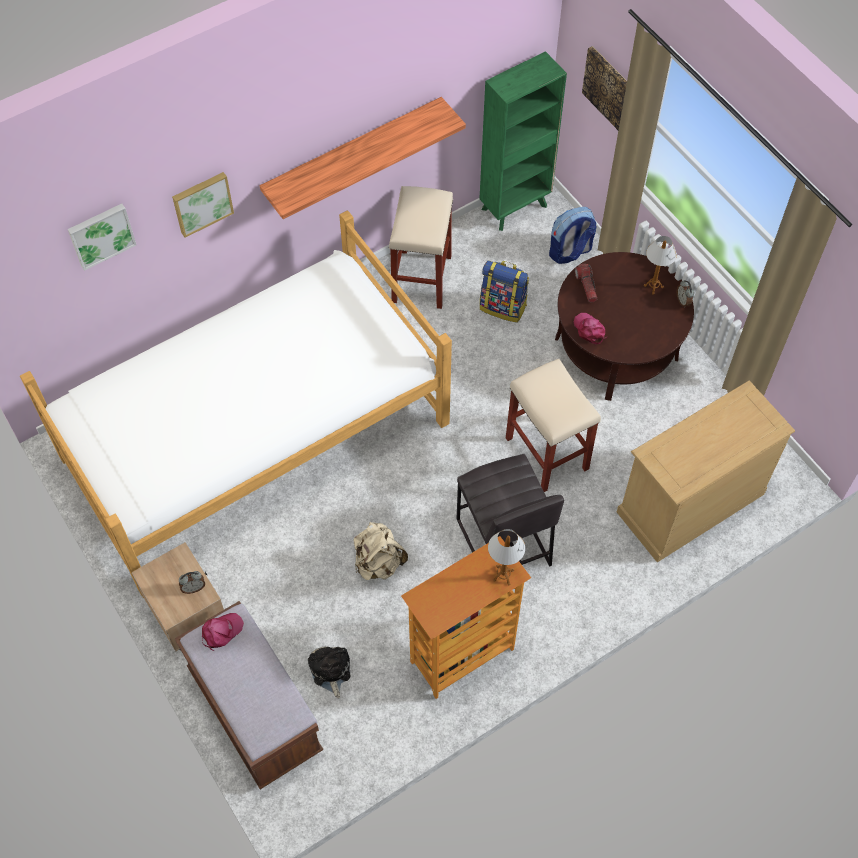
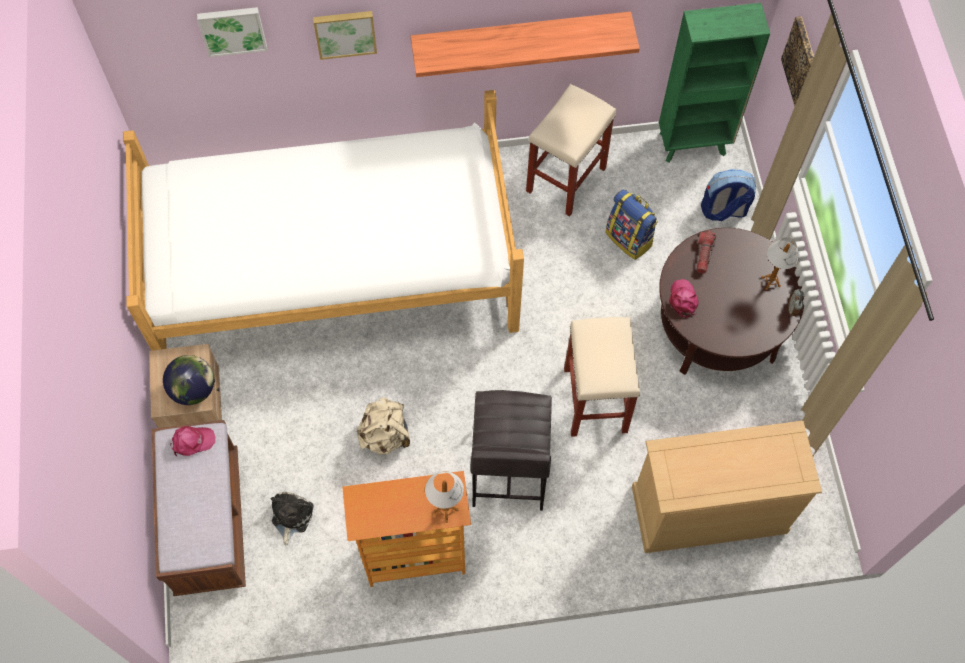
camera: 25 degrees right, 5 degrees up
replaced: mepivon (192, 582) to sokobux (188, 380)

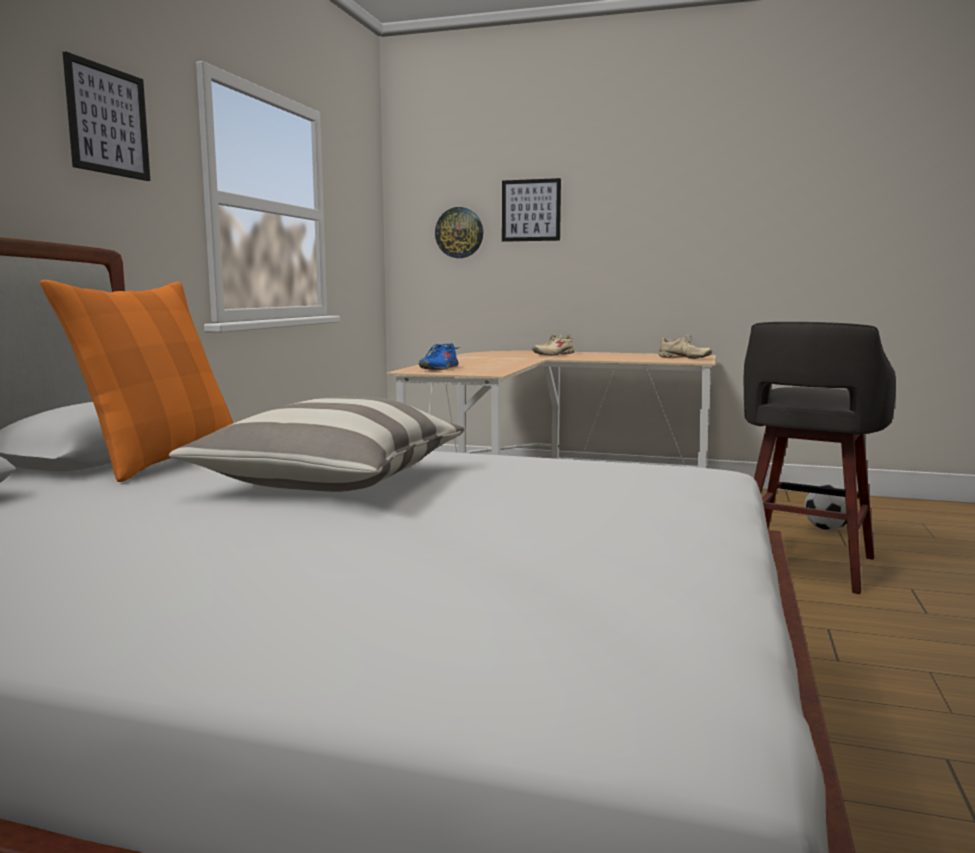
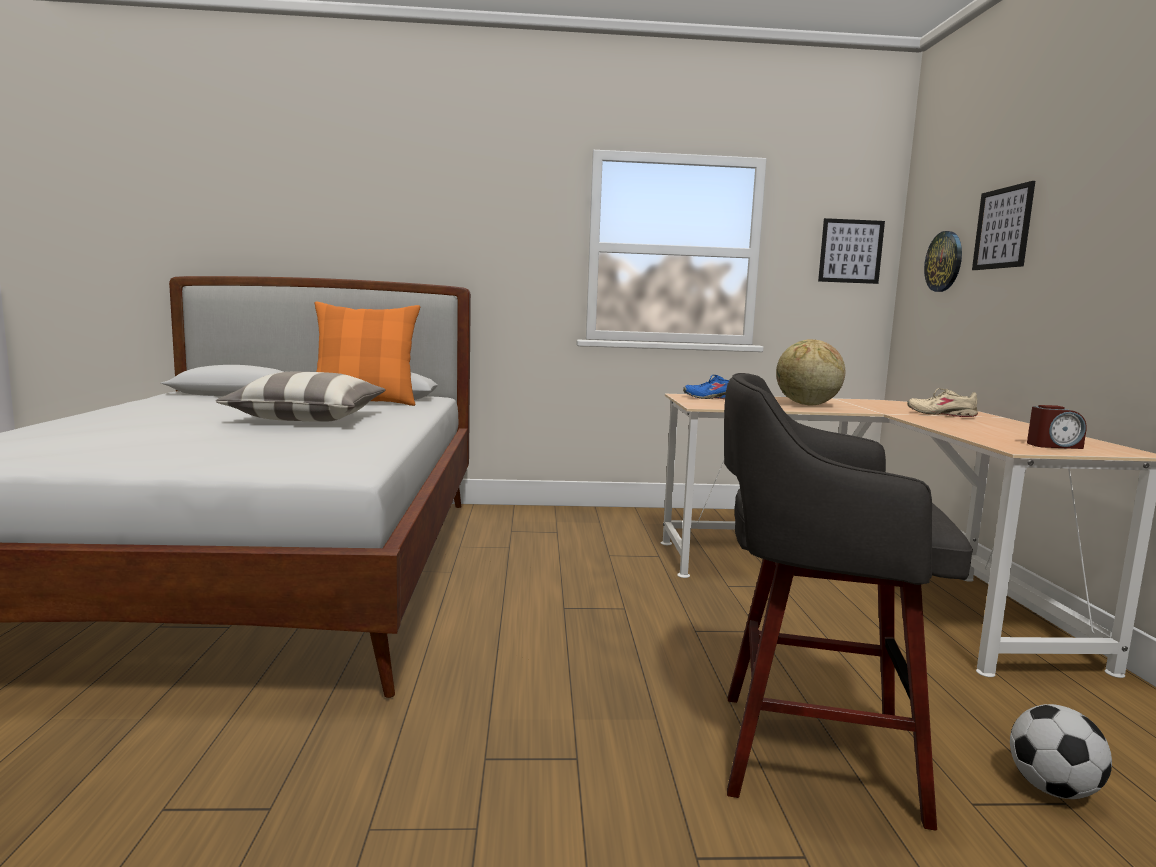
camera: 70 degrees right, 0 degrees up
added: sokobux (810, 372)
moved: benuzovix (106, 116) to (851, 251)
replaced: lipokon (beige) (685, 347) to mepivon (1057, 427)

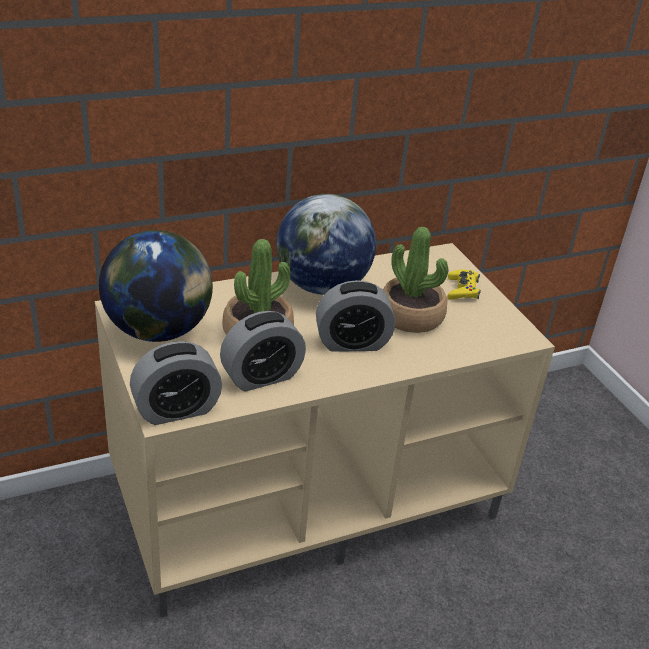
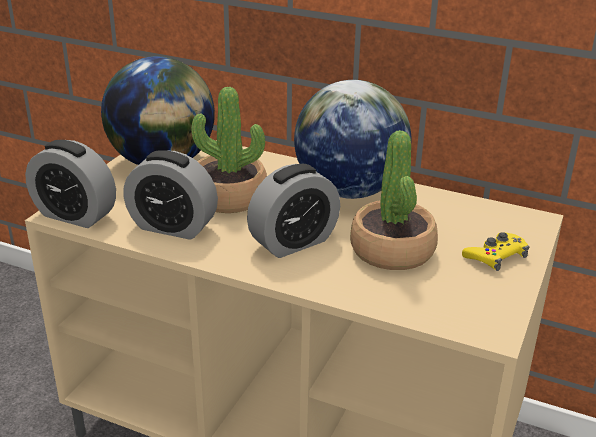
camera: 50 degrees right, 5 degrees down
turned: mepivon (355, 316) = (293, 211) 75 degrees counterclockwise

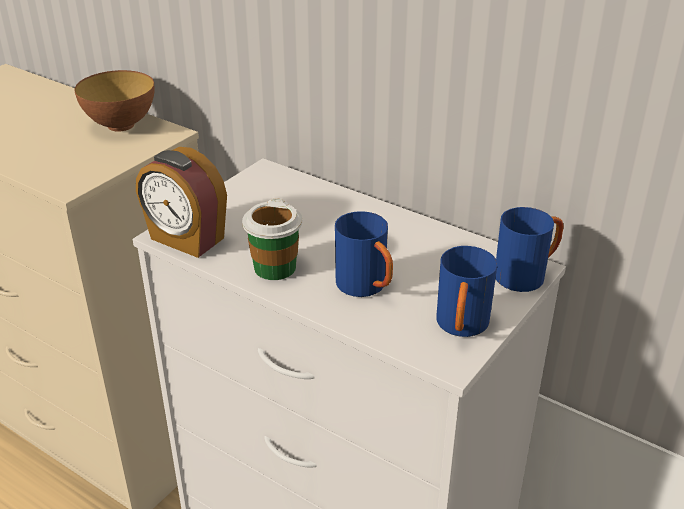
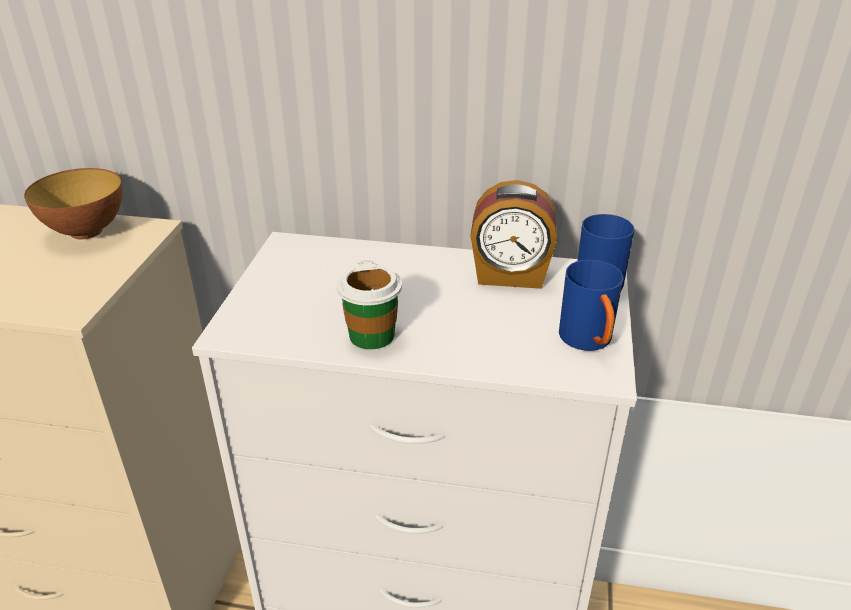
camera: 25 degrees left, 0 degrees up
removed: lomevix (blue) (364, 254)
moved: mepivon (181, 202) to (514, 234)

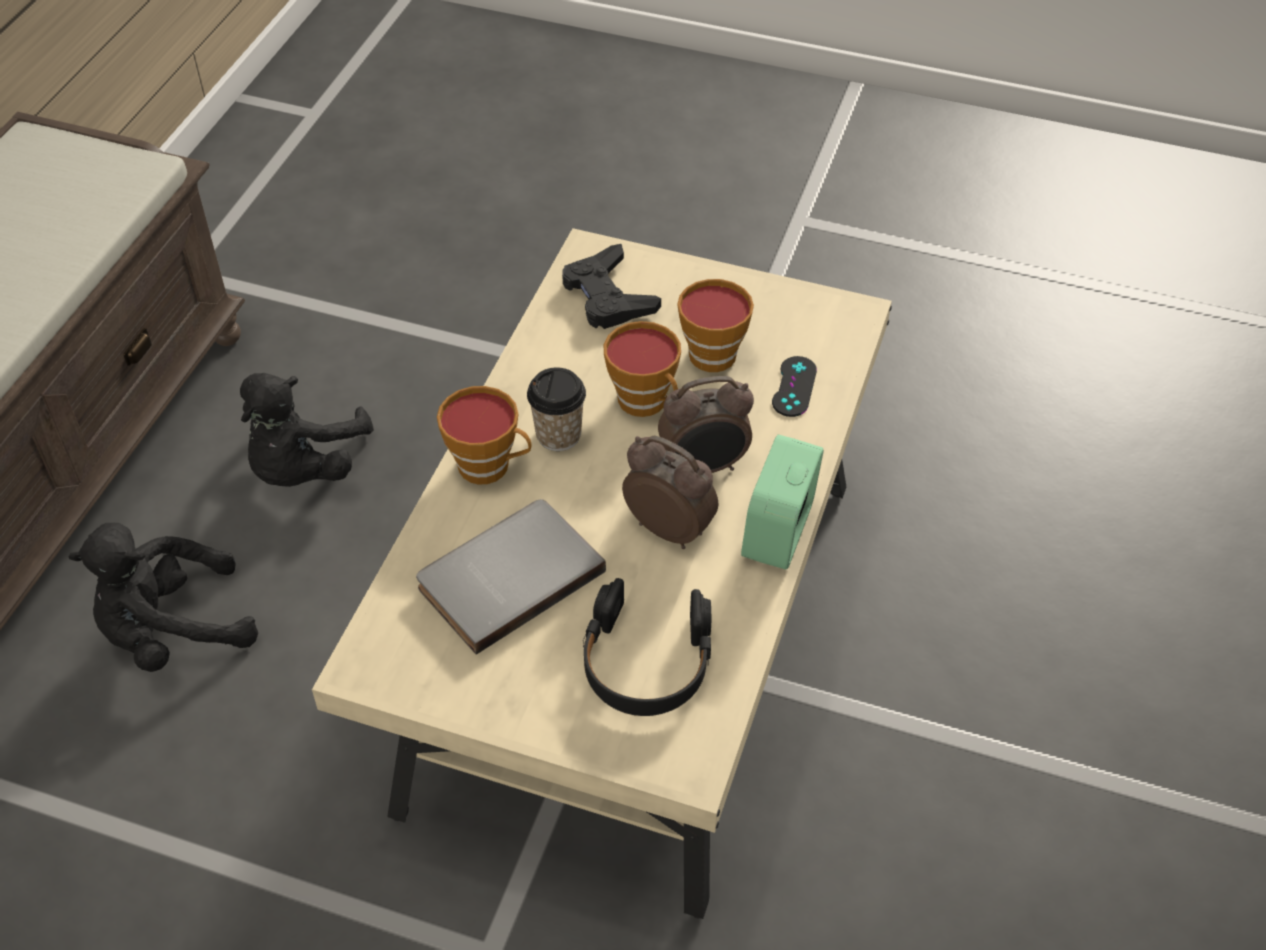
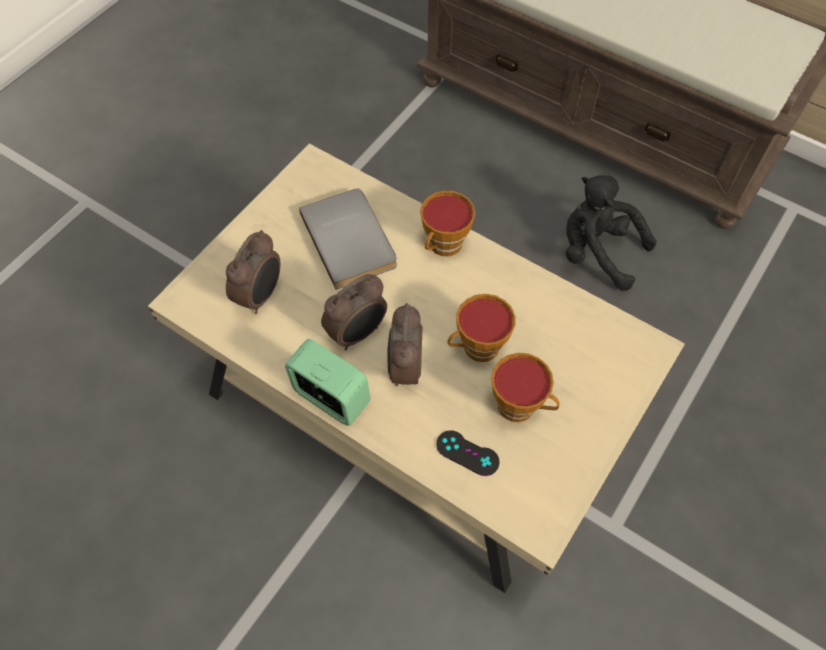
camera: 105 degrees right, 10 degrees up
removed: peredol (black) (163, 597); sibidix (556, 409); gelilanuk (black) (611, 286)
replaced: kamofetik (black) (647, 647) to mepivon (253, 272)

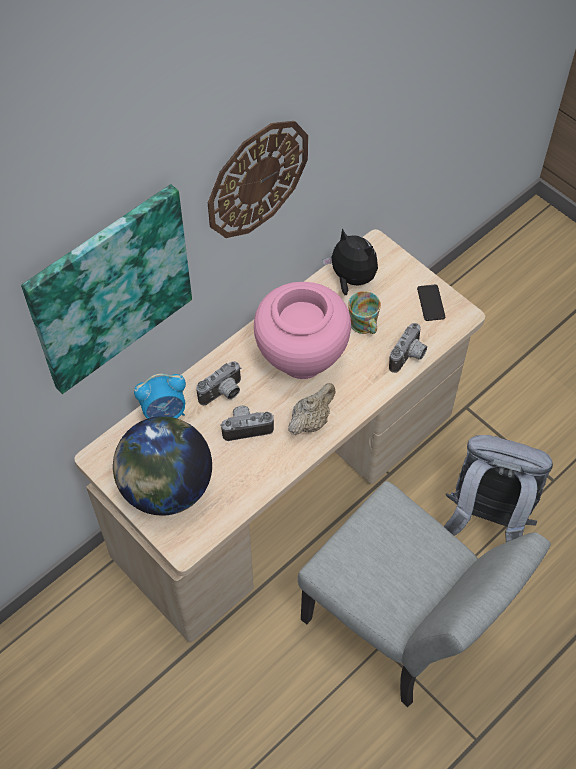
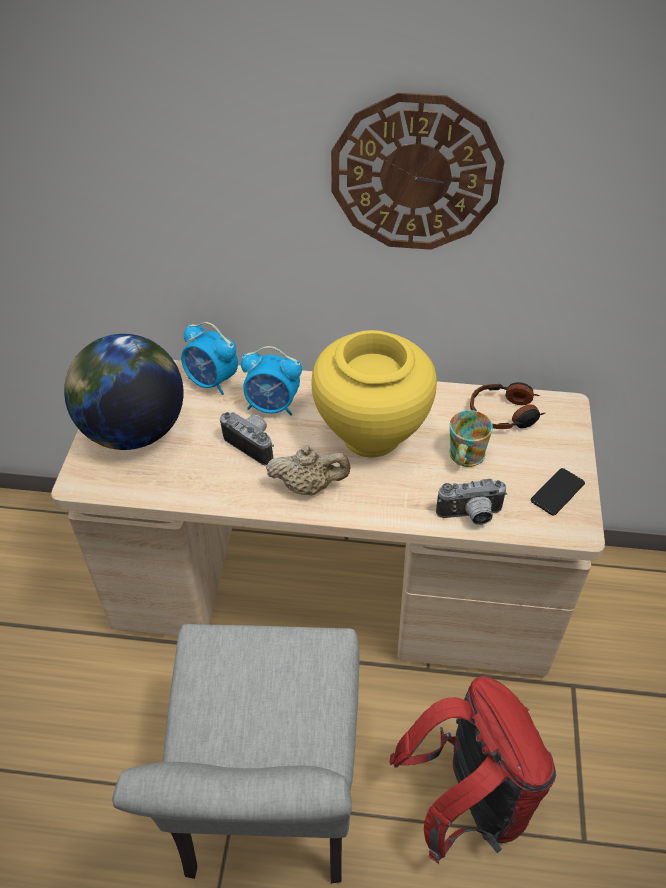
camera: 50 degrees right, 10 degrees down
removed: benuzovix (106, 289)
replaced: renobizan (218, 383) to mepivon (271, 381); peredol (350, 261) to kamofetik (507, 405)
recoloured: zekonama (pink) (302, 330) to zekonama (yellow) (374, 394); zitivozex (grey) (498, 488) to zitivozex (red) (473, 770)

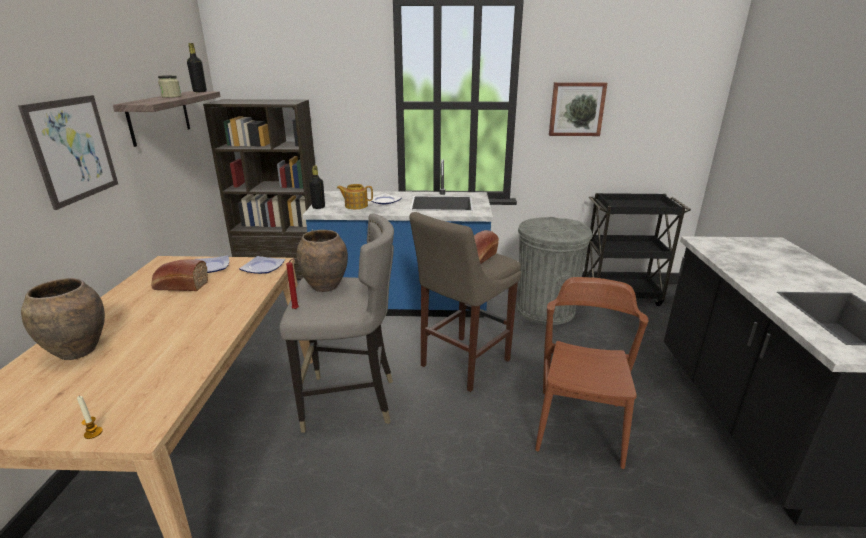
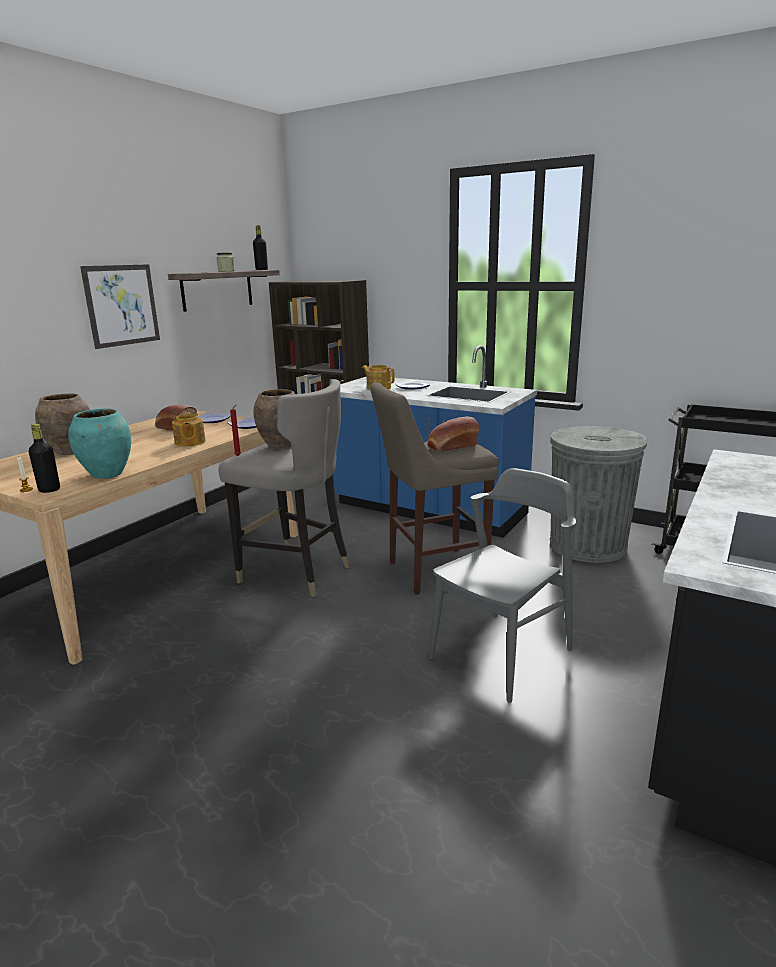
camera: 30 degrees right, 5 degrees down
removed: benuzovix (578, 109)
added: zekonama (turquoise) (100, 443); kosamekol (189, 429)
moved: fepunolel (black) (317, 187) to (44, 458)
recoloured: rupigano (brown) (592, 373) to rupigano (grey) (502, 585)

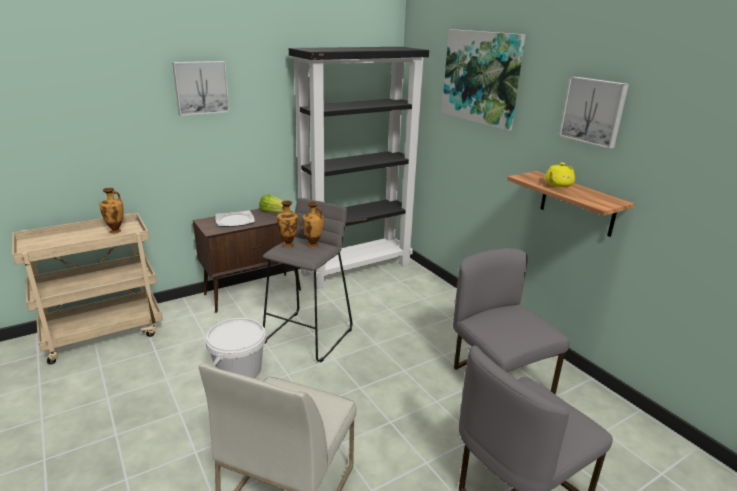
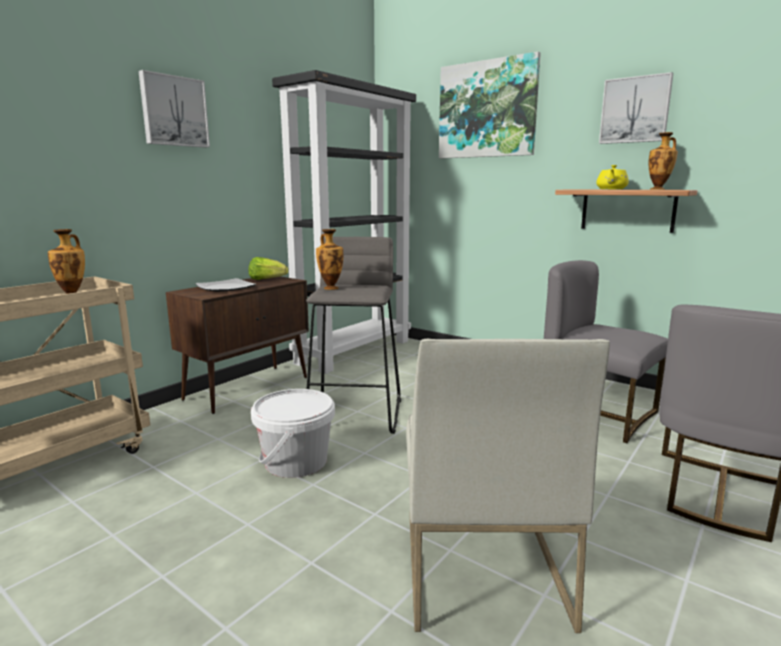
camera: 20 degrees left, 10 degrees down
moved: zekonama (313, 225) to (663, 161)

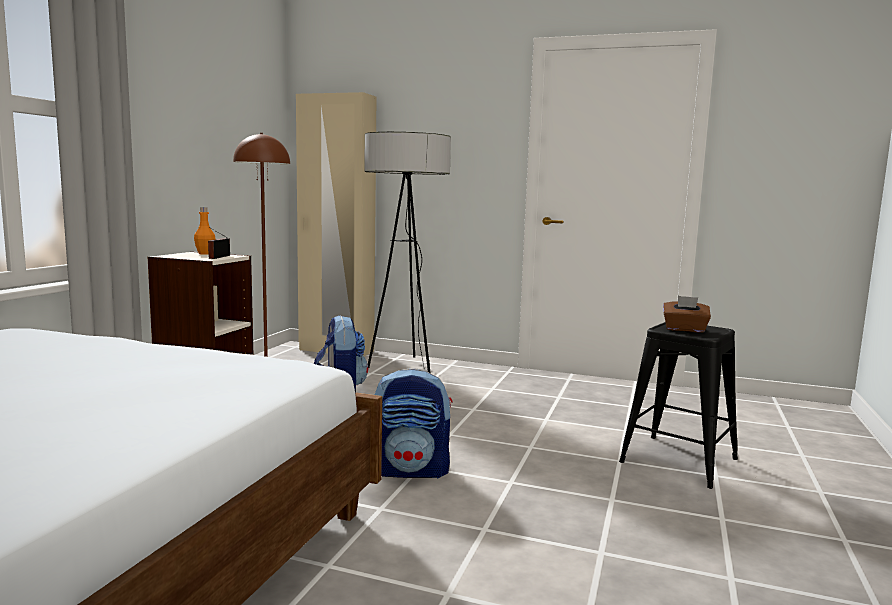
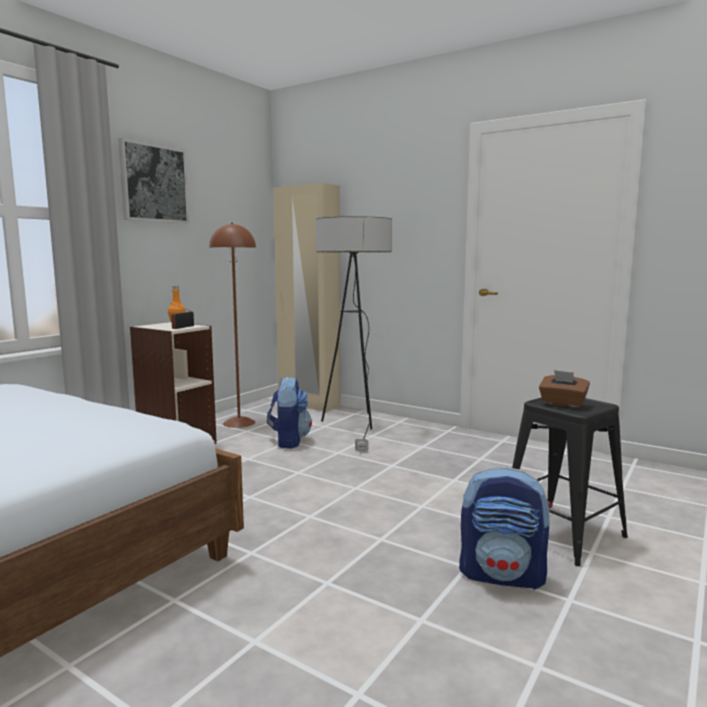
camera: 15 degrees right, 0 degrees up
added: benuzovix (153, 180)
moved: zitivozex (414, 423) to (505, 528)

